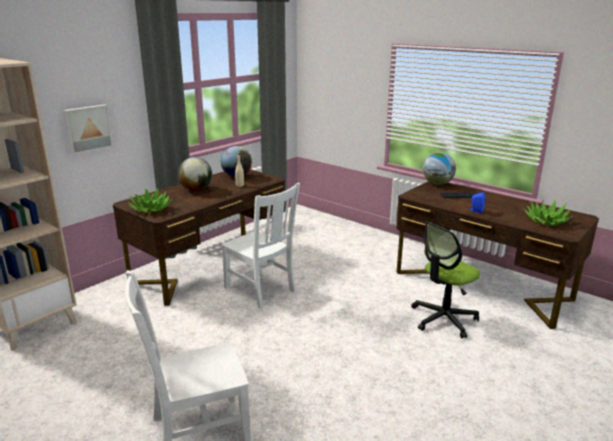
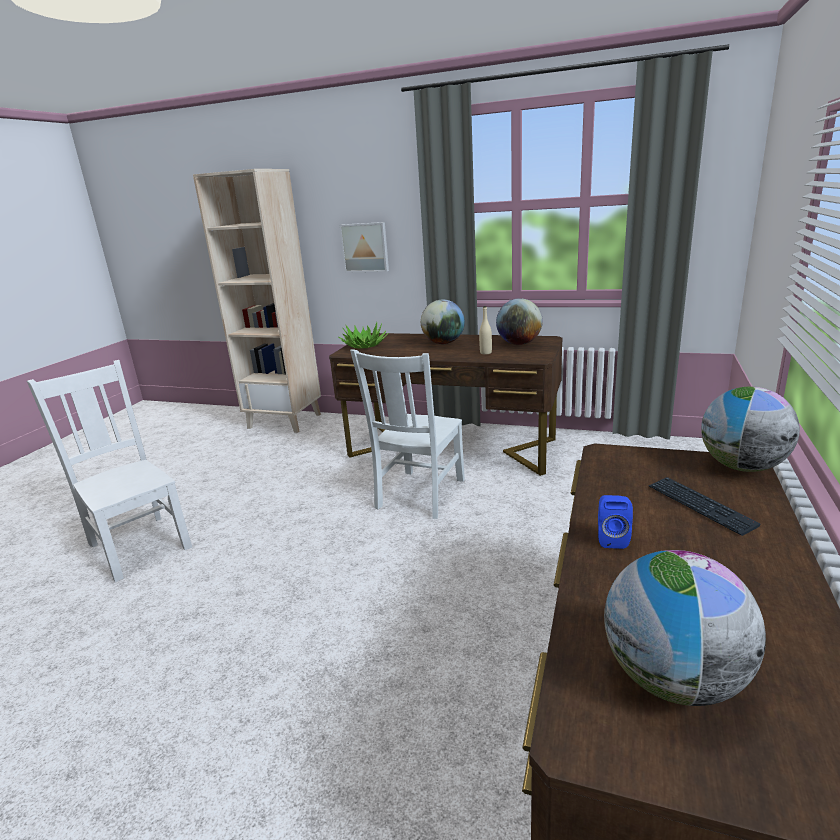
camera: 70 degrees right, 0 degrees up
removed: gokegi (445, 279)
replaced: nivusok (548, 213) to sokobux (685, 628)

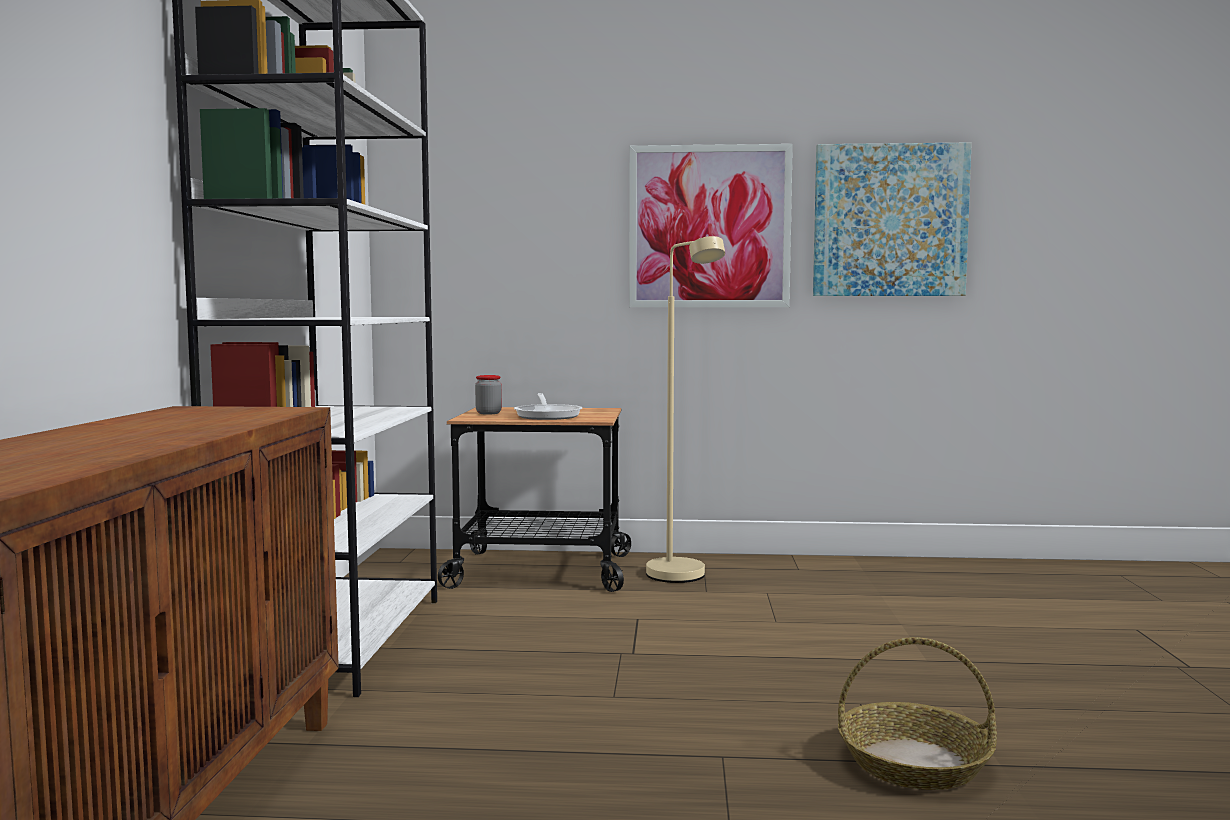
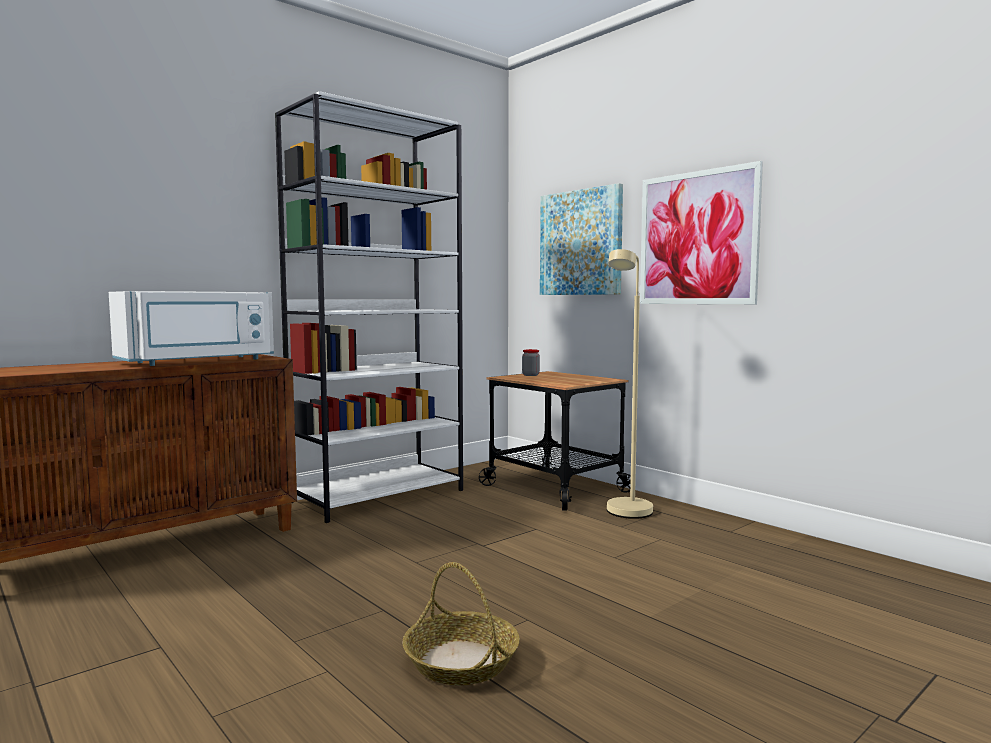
camera: 45 degrees right, 0 degrees up
removed: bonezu (548, 406)
added: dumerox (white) (191, 328)
moved: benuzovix (892, 219) to (581, 239)

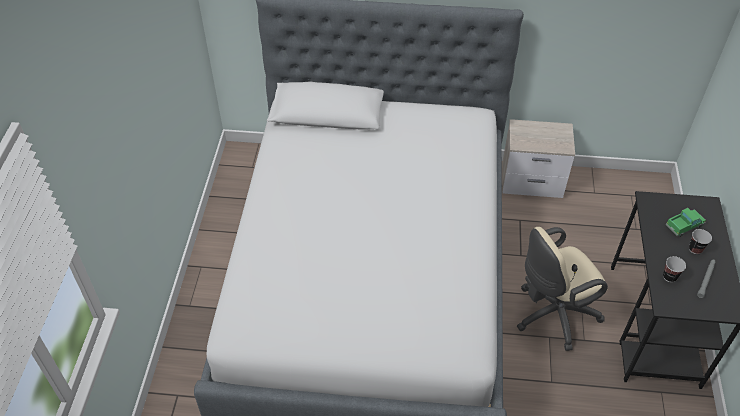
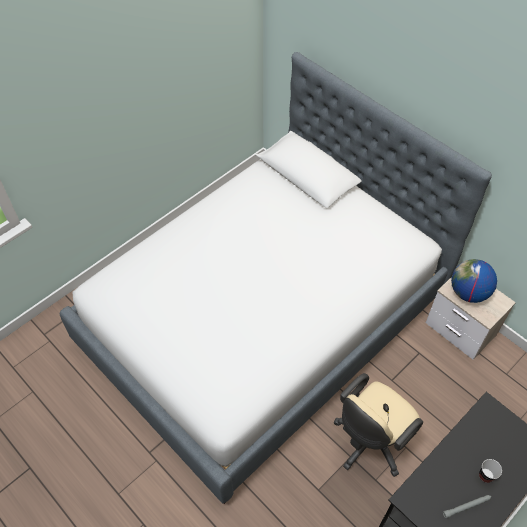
camera: 40 degrees right, 5 degrees up
removed: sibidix (674, 269); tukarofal (686, 222)
added: sokobux (474, 281)
turned: gokegi (beige) (562, 289) = (378, 425) 60 degrees counterclockwise

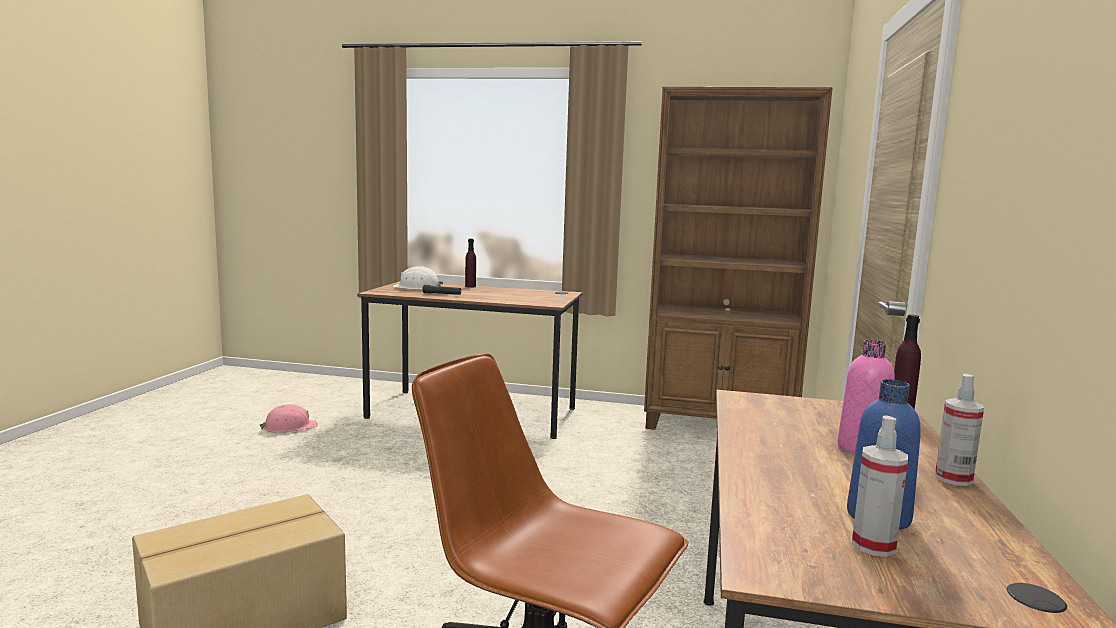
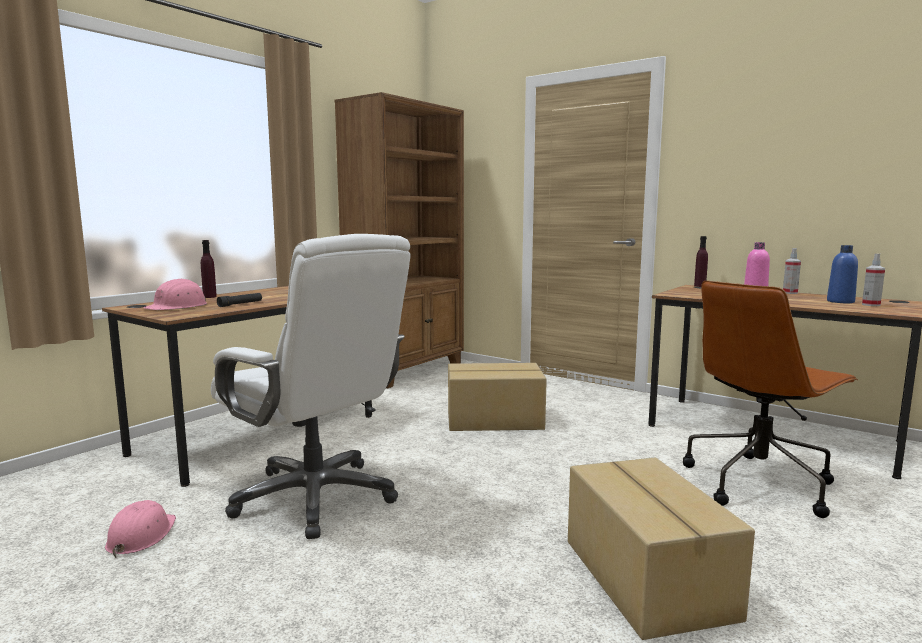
camera: 65 degrees left, 0 degrees up
added: gokegi (white) (311, 386); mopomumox (497, 397)
recoloured: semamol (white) (417, 278) to semamol (pink) (175, 294)

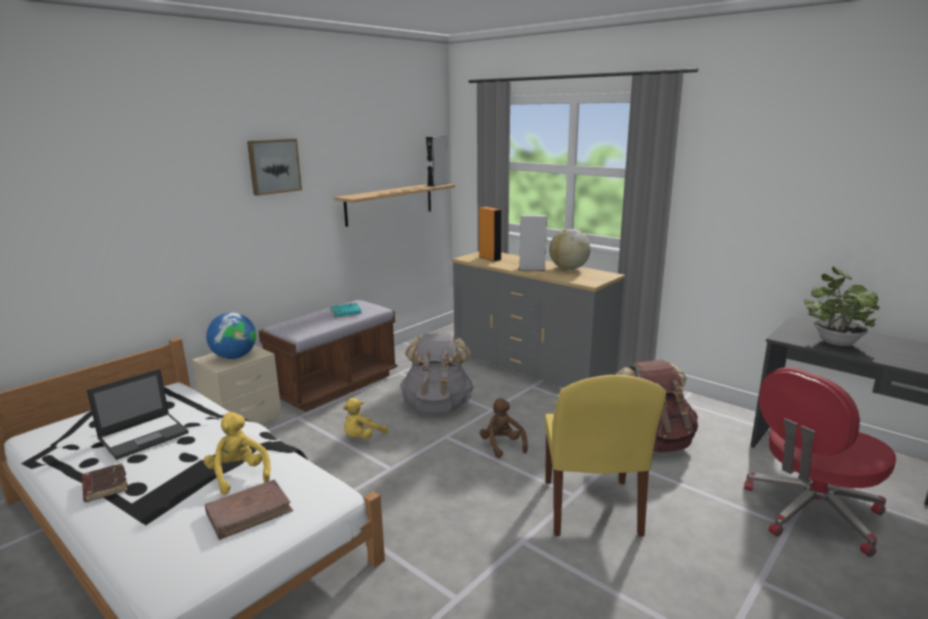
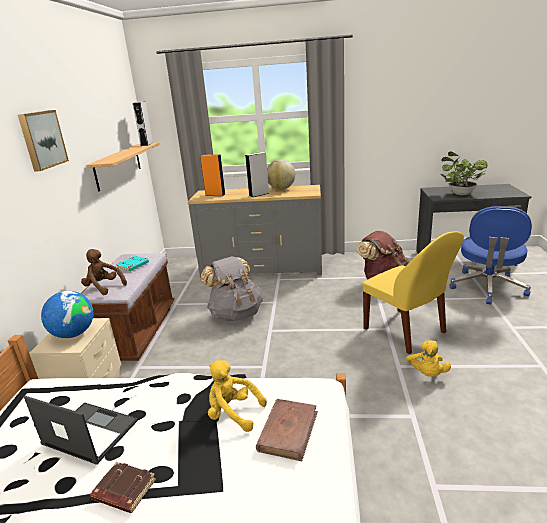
camera: 35 degrees left, 5 degrees up
moved: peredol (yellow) (365, 418) to (428, 358); peredol (brown) (504, 428) to (104, 272)
recoloured: gokegi (red) (820, 462) to gokegi (blue) (491, 255)
turned: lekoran (138, 414) = (81, 430) 75 degrees counterclockwise

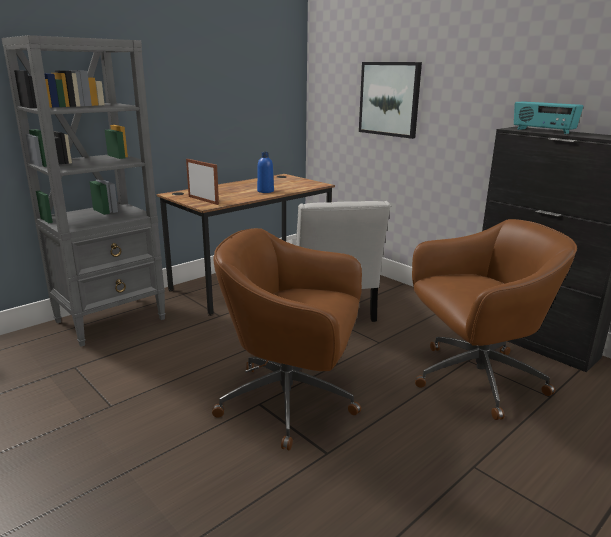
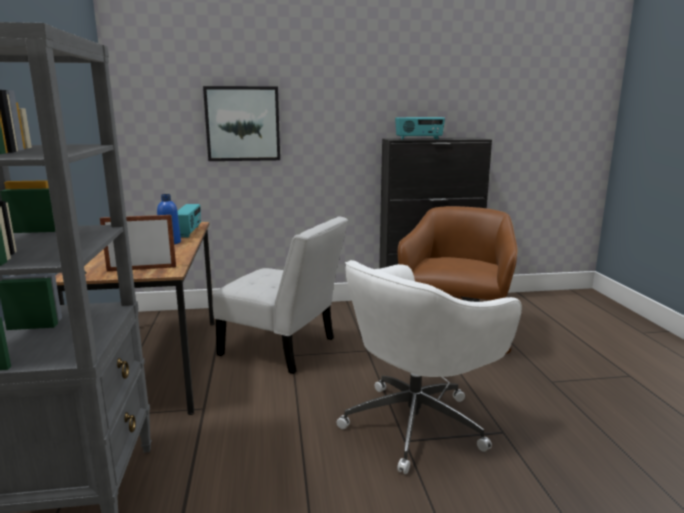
camera: 55 degrees left, 5 degrees down
added: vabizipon (189, 220)
recoloured: gokegi (brown) (287, 339) to gokegi (white) (429, 367)

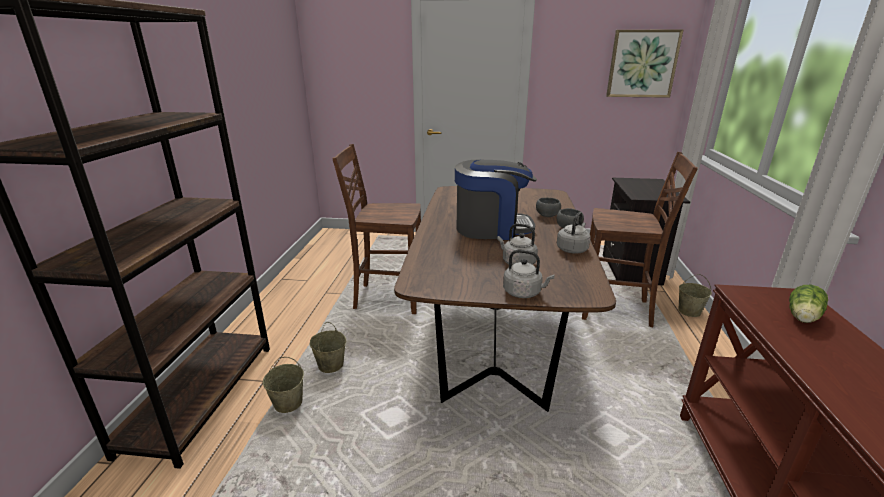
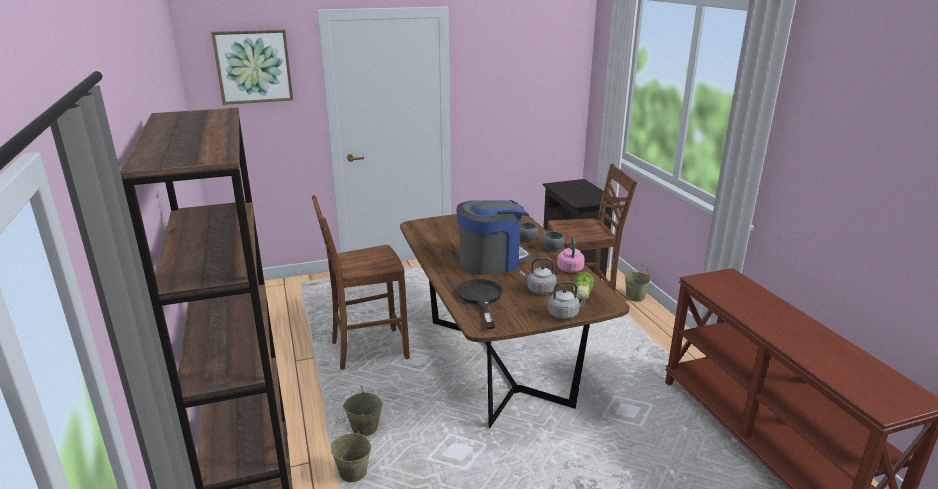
camera: 25 degrees left, 0 degrees up
added: bonezu (black) (480, 304)
moved: benuzovix (644, 64) to (252, 67); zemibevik (808, 304) to (583, 285)
recoloured: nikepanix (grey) (574, 233) to nikepanix (pink) (571, 255)

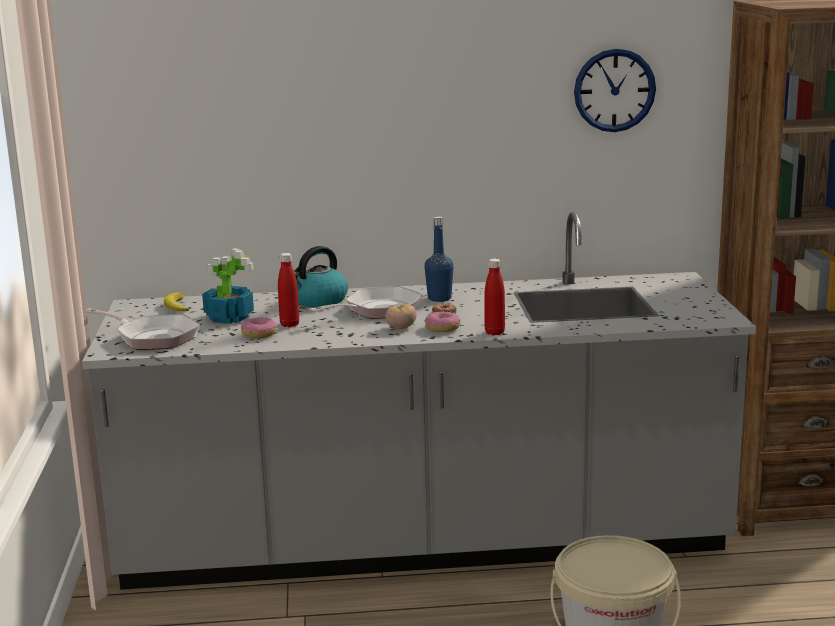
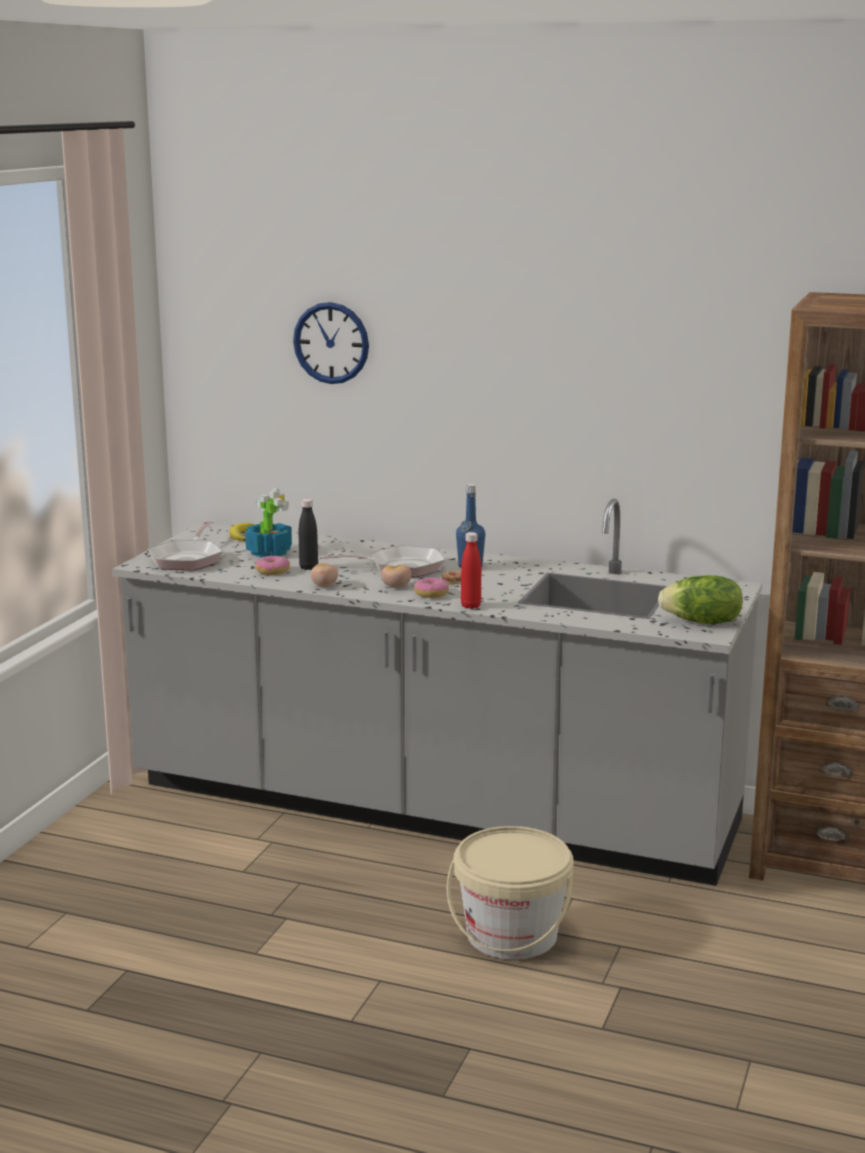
camera: 25 degrees right, 0 degrees up
removed: nikepanix (321, 276)
added: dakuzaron (324, 575); zemibevik (700, 599)
moved: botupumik (615, 90) to (331, 343)
recoloured: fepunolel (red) (288, 290) to fepunolel (black) (308, 534)
turned: bonezu (143, 329) = (185, 545) 45 degrees clockwise

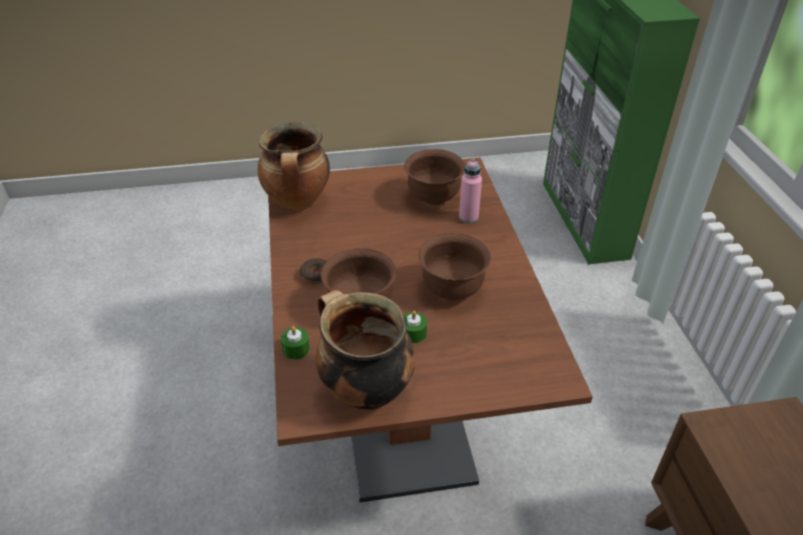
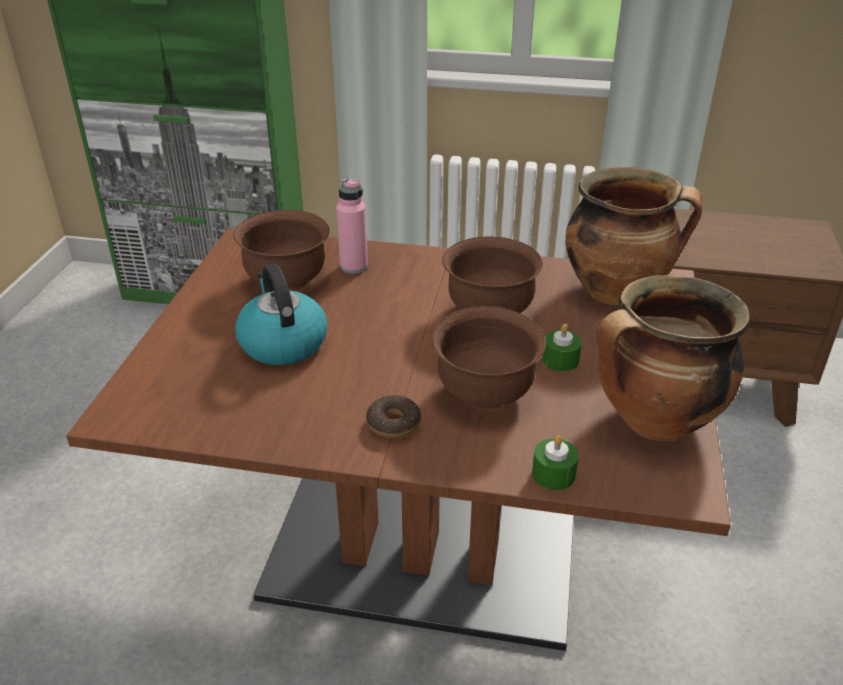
camera: 70 degrees left, 5 degrees down
added: nikepanix (281, 314)
moved: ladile (294, 166) to (634, 236)

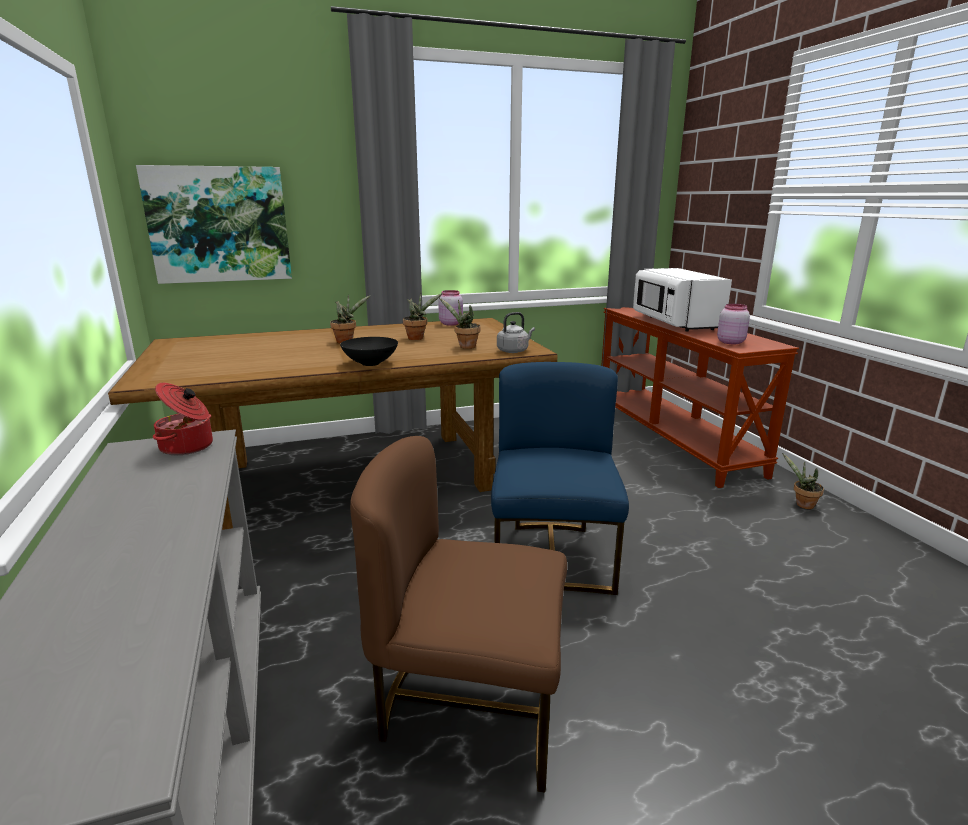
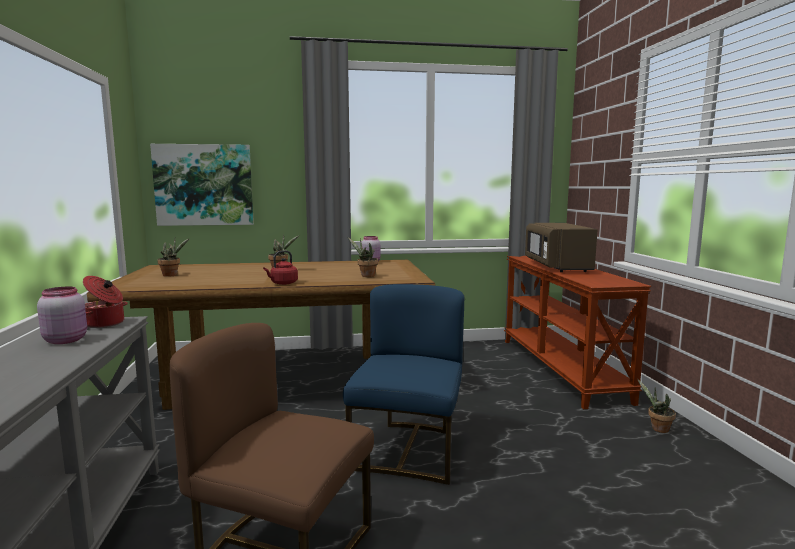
camera: 10 degrees right, 10 degrees down
removed: nikepanix (grey) (516, 332)
moved: nivusok (423, 316) to (173, 257); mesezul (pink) (733, 324) to (62, 315)
replaced: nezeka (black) (369, 351) to nikepanix (red) (280, 267)
recoloured: dumerox (white) (682, 300) to dumerox (brown) (561, 247)

